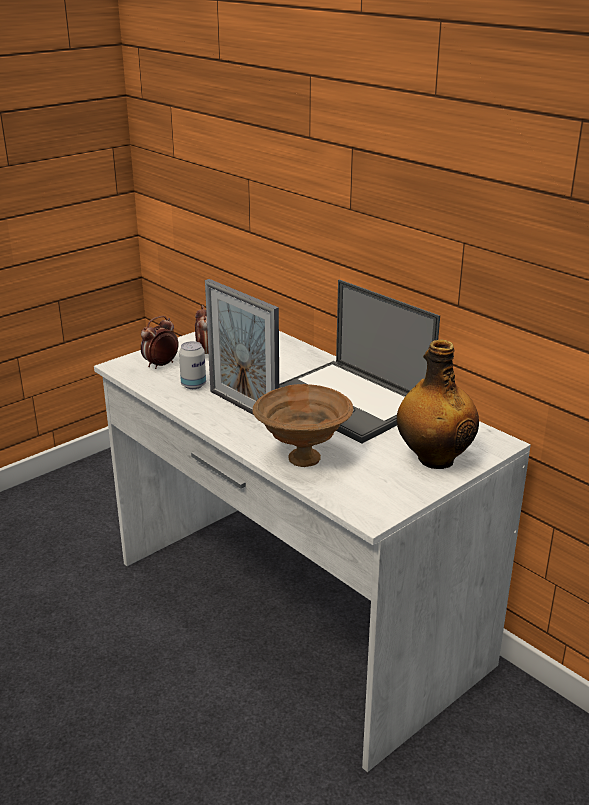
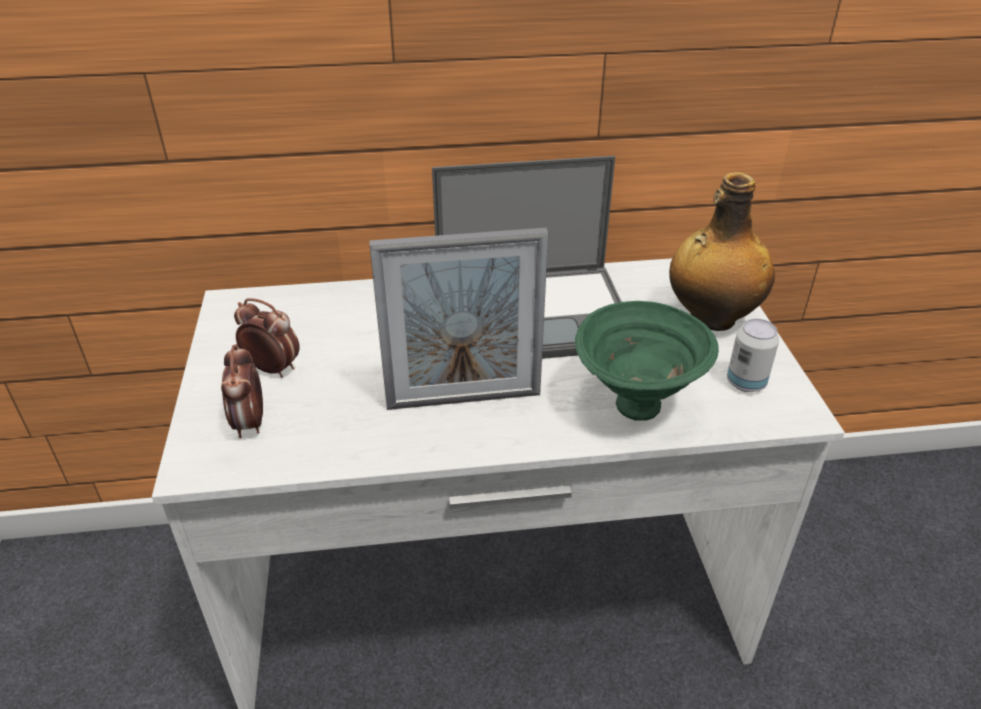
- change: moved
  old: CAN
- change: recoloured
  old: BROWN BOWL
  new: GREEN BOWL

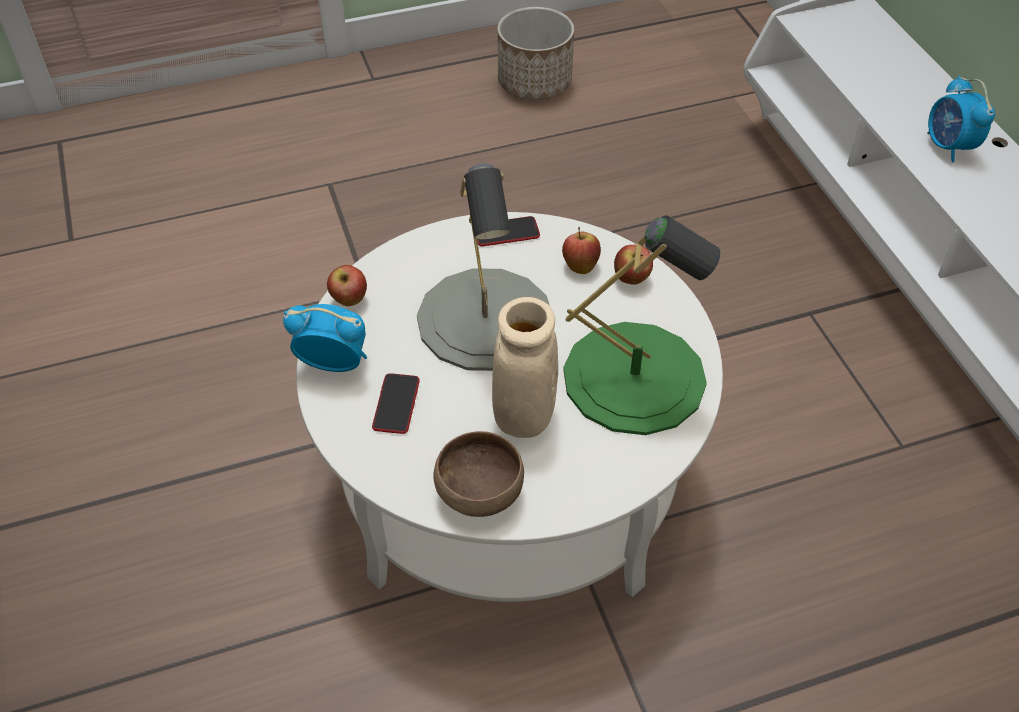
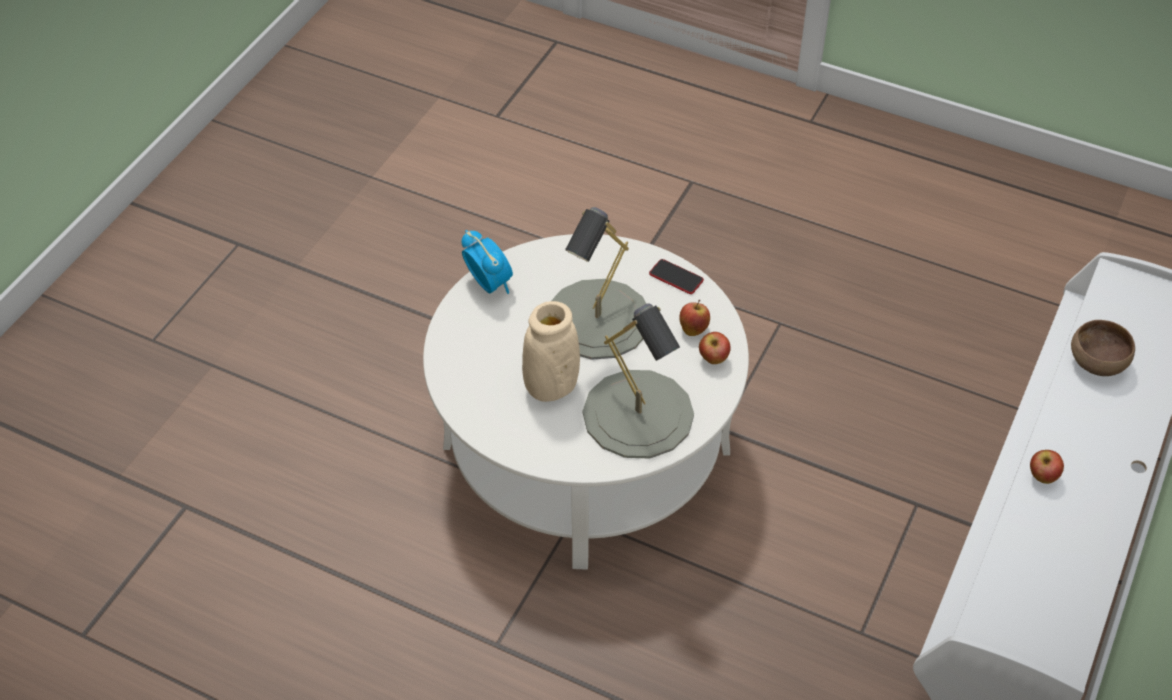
- change: removed
  old: PLANTER
- change: removed
  old: ALARM CLOCK (2nd from left)
- change: recoloured
  old: GREEN TABLE LAMP
  new: GREY TABLE LAMP (2nd from left)
- change: moved
  old: APPLE (1st from left in the first image)
  new: APPLE (3rd from left)
- change: removed
  old: PHONE (1st from left)
- change: moved
  old: BROWN BOWL

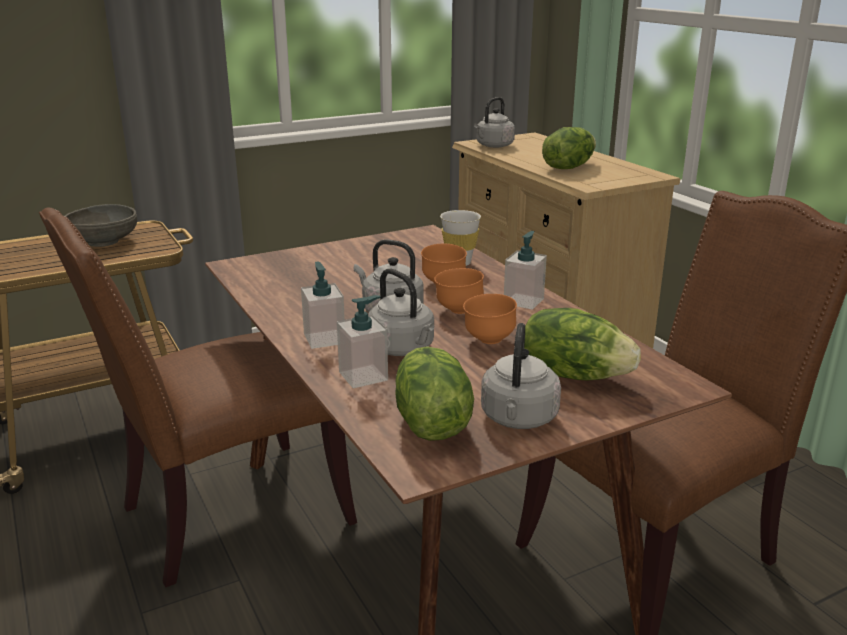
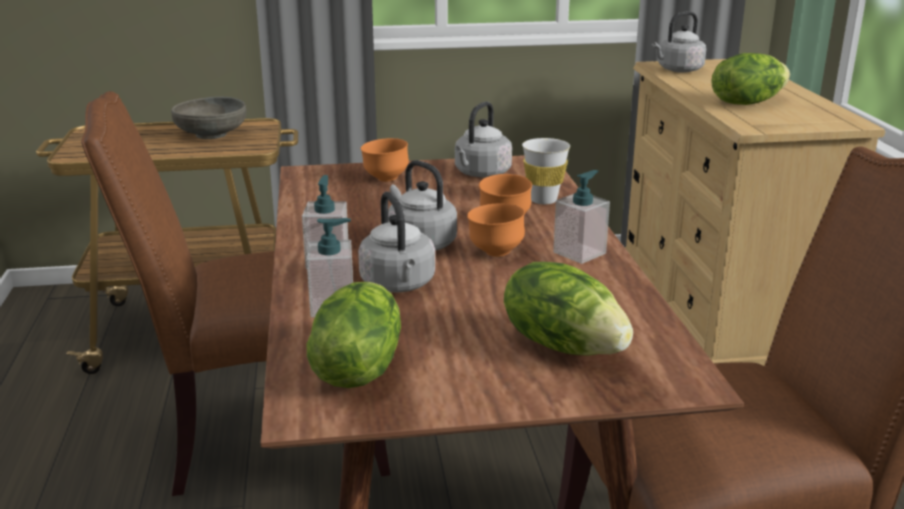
- change: moved
  old: ORANGE BOWL (3rd from left in the first image)
  new: ORANGE BOWL (1st from left)
- change: moved
  old: GREY KETTLE (4th from left in the first image)
  new: GREY KETTLE (3rd from left)

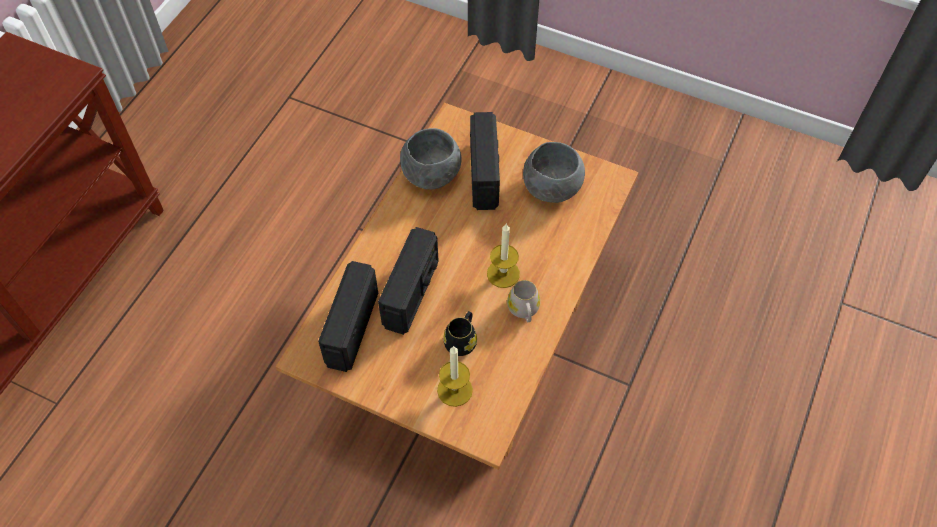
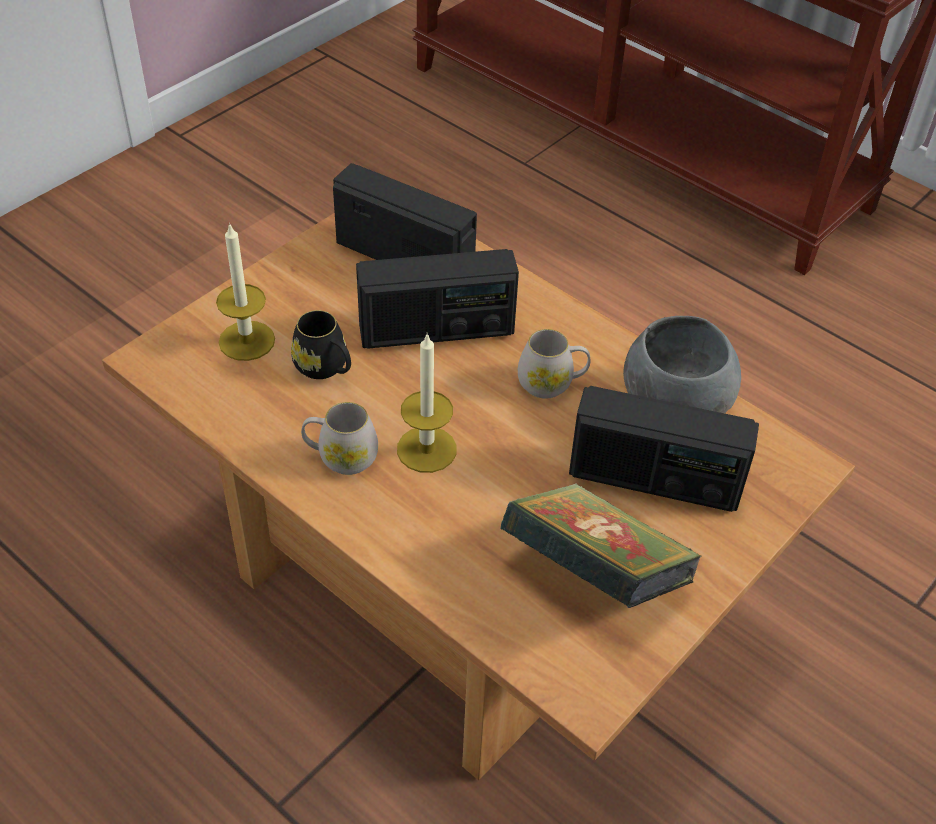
- change: replaced
  old: GREY BOWL (2nd from left)
  new: BOOK
- change: turned
  old: RADIO (2nd from left)
  degrees: -45
- change: added
  new: WHITE MUG (2nd from left)

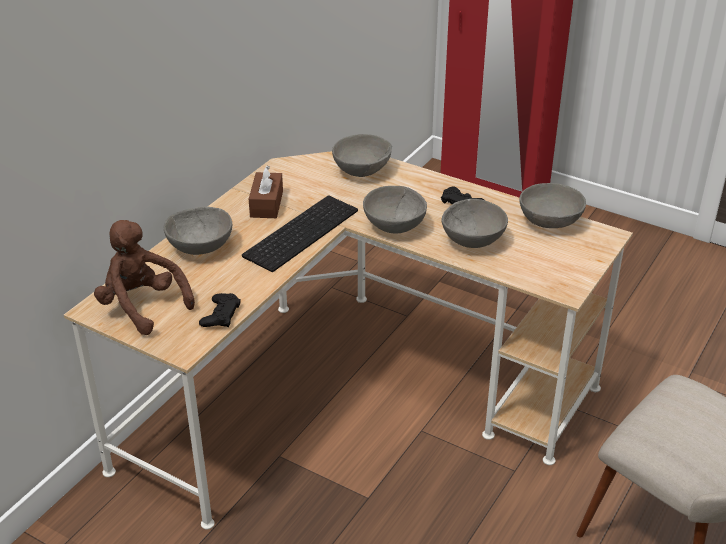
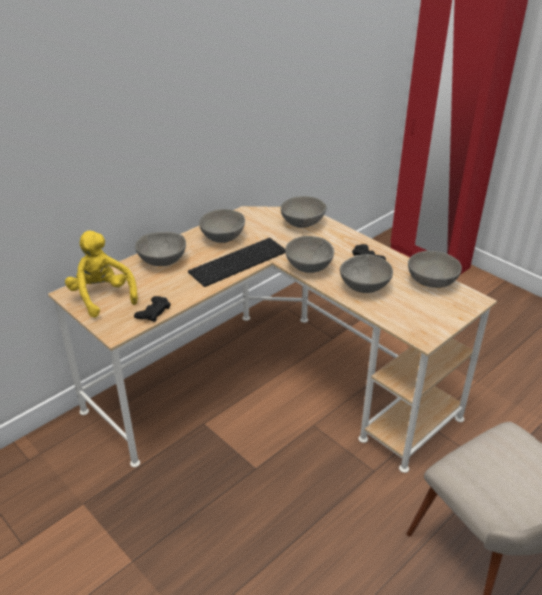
- change: replaced
  old: BROWN TISSUE BOX
  new: GREY BOWL (2nd from left)
- change: recoloured
  old: BROWN PLUSH TOY
  new: YELLOW PLUSH TOY

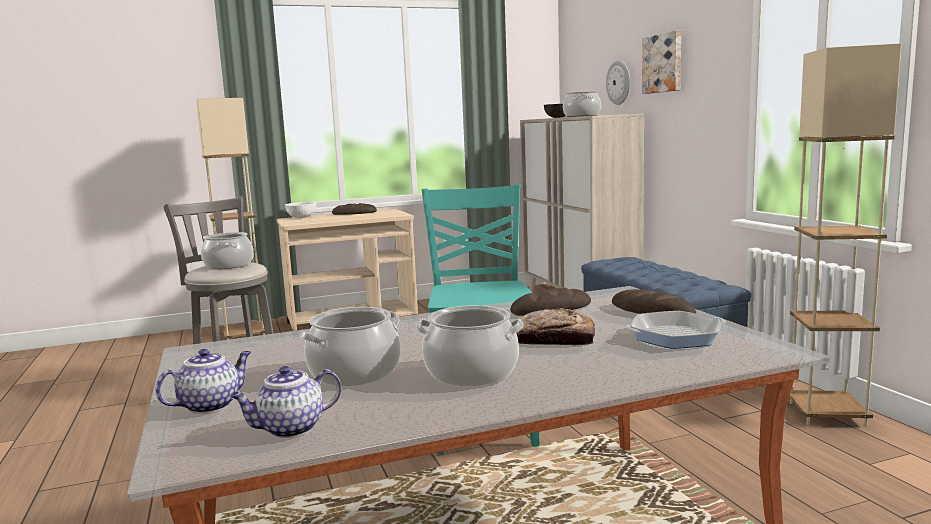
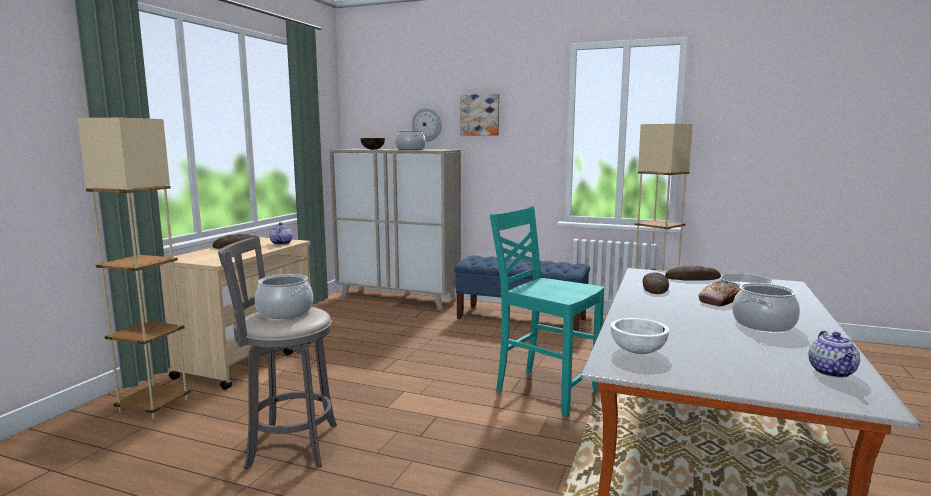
- change: moved
  old: WHITE BOWL
- change: removed
  old: COOKING POT (2nd from left)
- change: moved
  old: TEAPOT (1st from left)

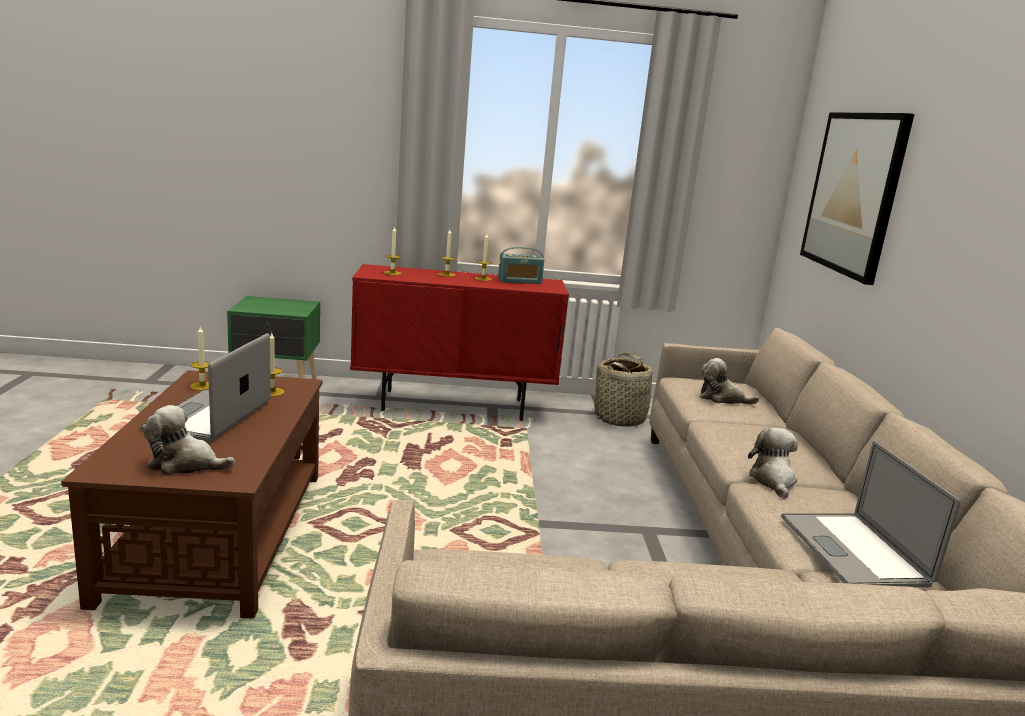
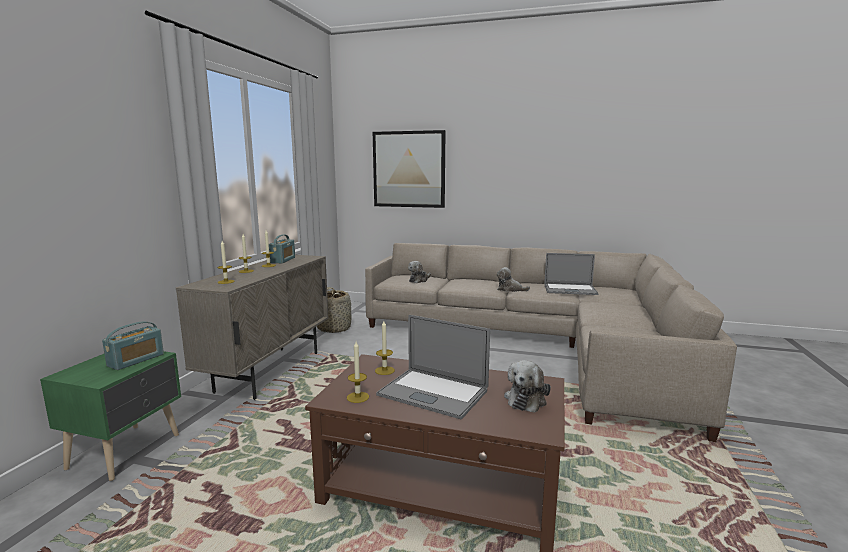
- change: recoloured
  old: RED CABINET
  new: BEIGE CABINET
- change: added
  new: RADIO (1st from left)

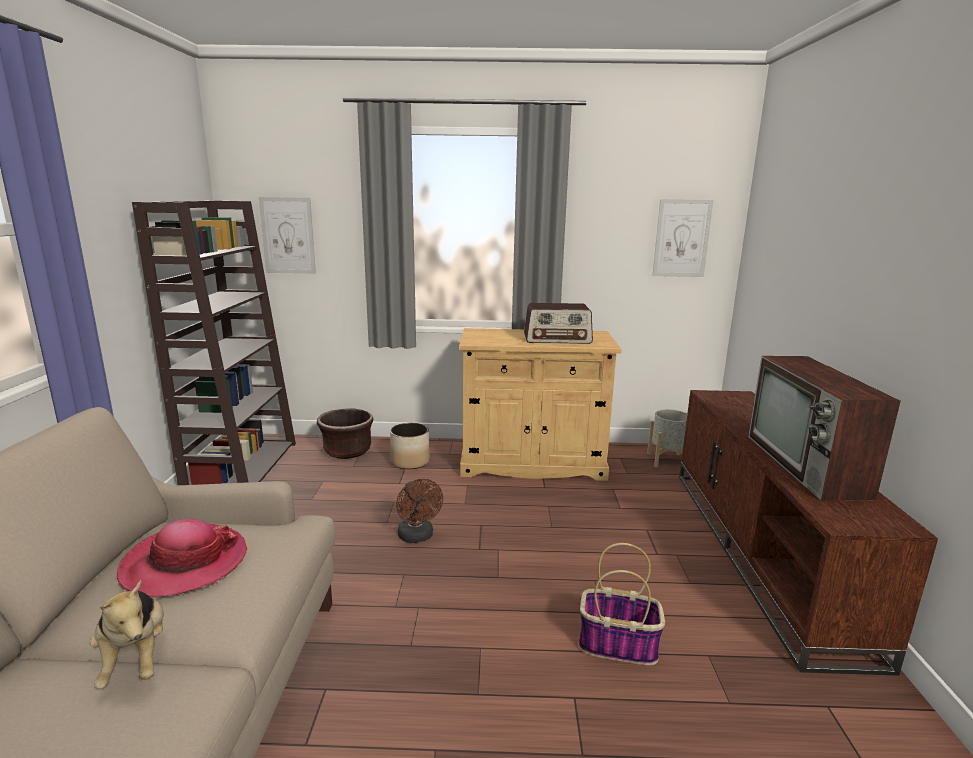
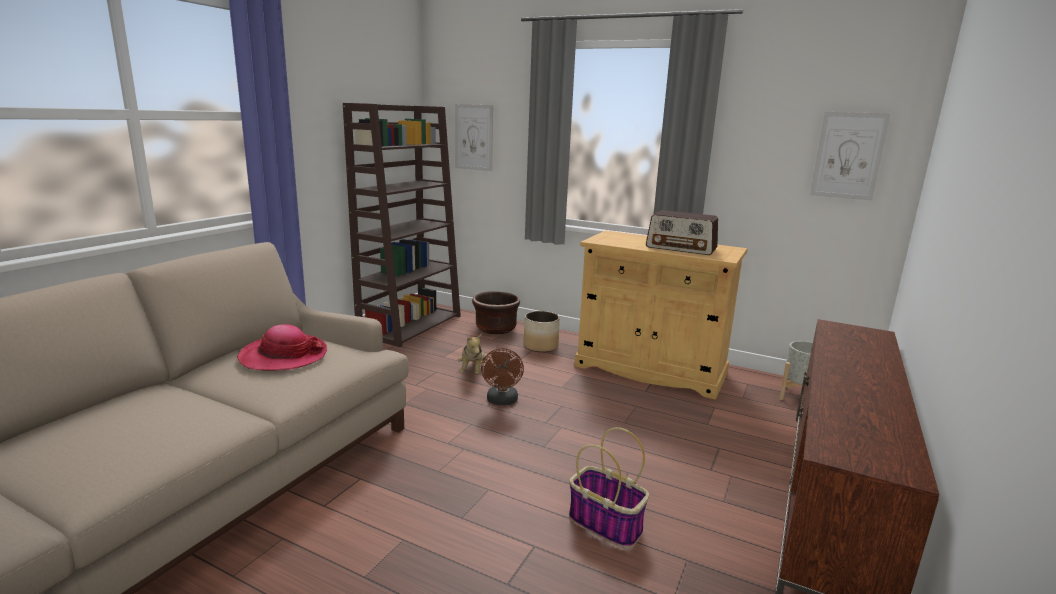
- change: removed
  old: TELEVISION
- change: moved
  old: PLUSH TOY

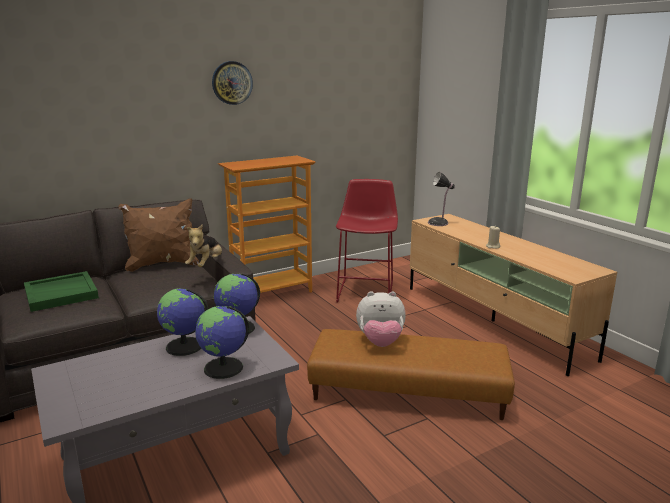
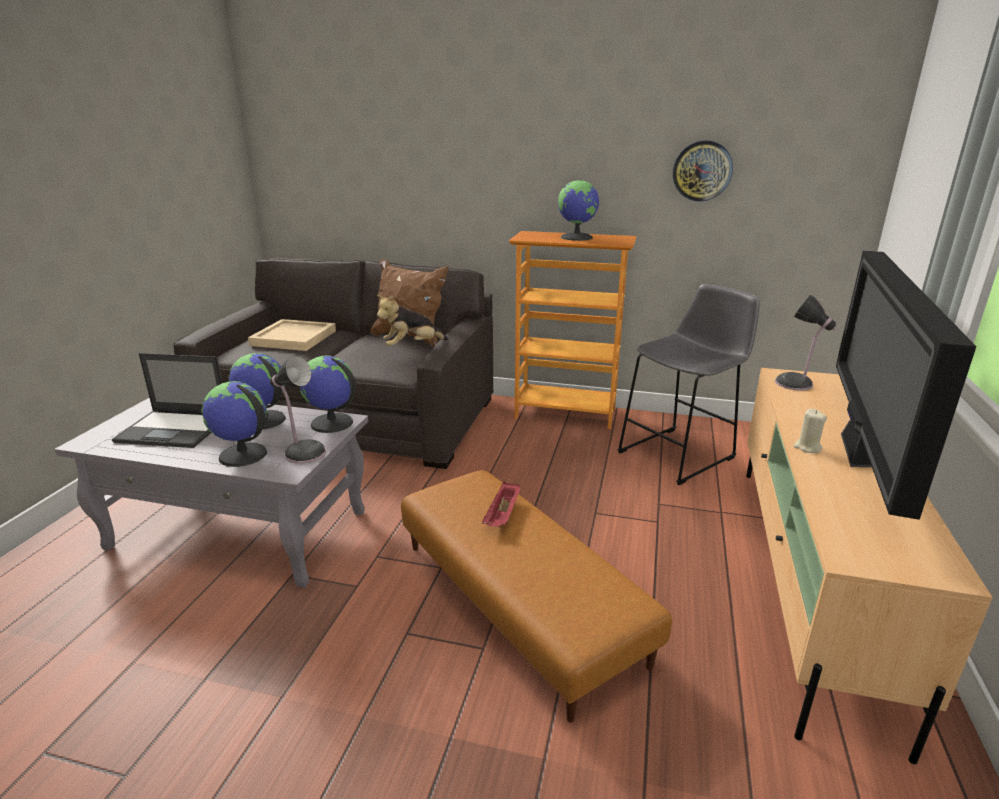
- change: moved
  old: WALL CLOCK
- change: recoloured
  old: RED STOOL
  new: GREY STOOL
- change: recoloured
  old: GREEN TRAY
  new: BEIGE TRAY
- change: replaced
  old: PLUSH TOY (2nd from left)
  new: RED TRAY
- change: added
  new: GLOBE (4th from left)
- change: added
  new: TELEVISION
- change: added
  new: LAPTOP
- change: added
  new: TABLE LAMP (1st from left)

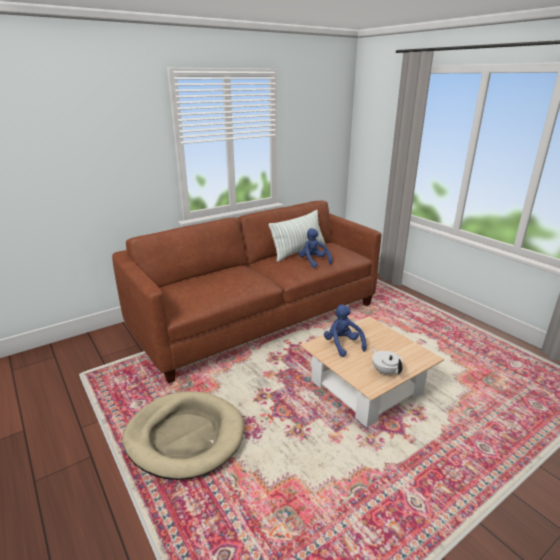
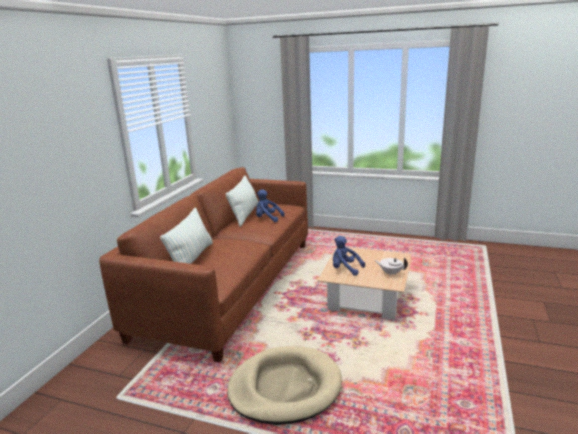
- change: added
  new: PILLOW (1st from left)

